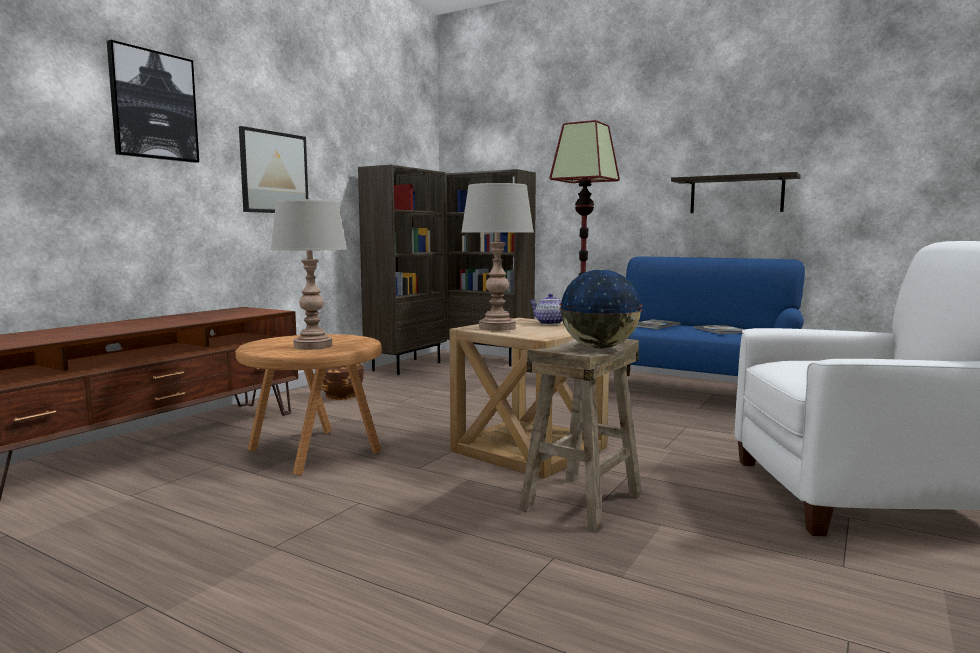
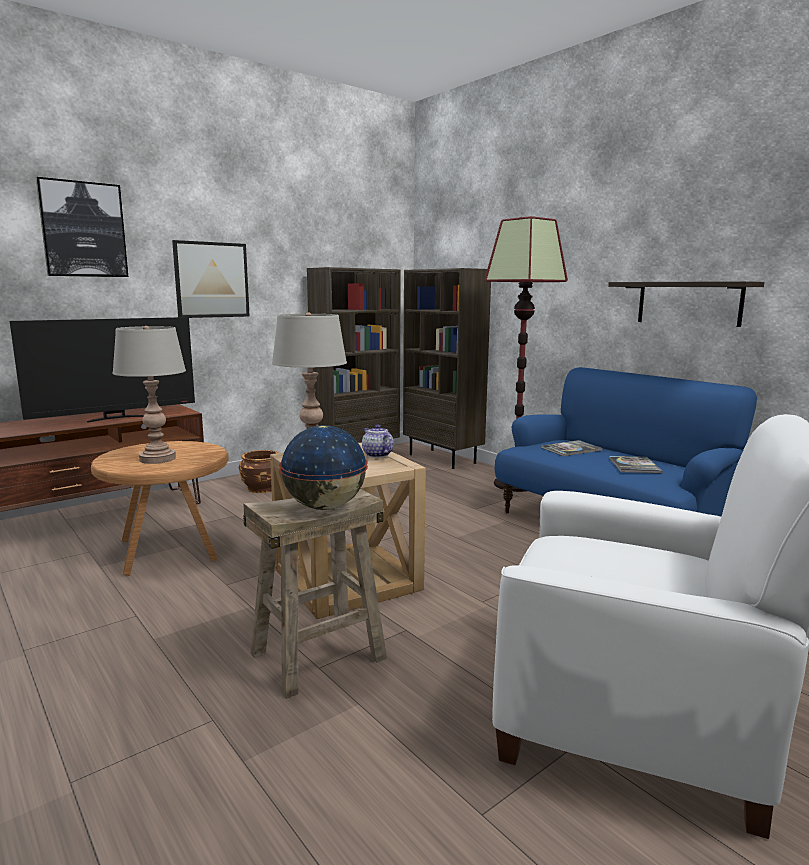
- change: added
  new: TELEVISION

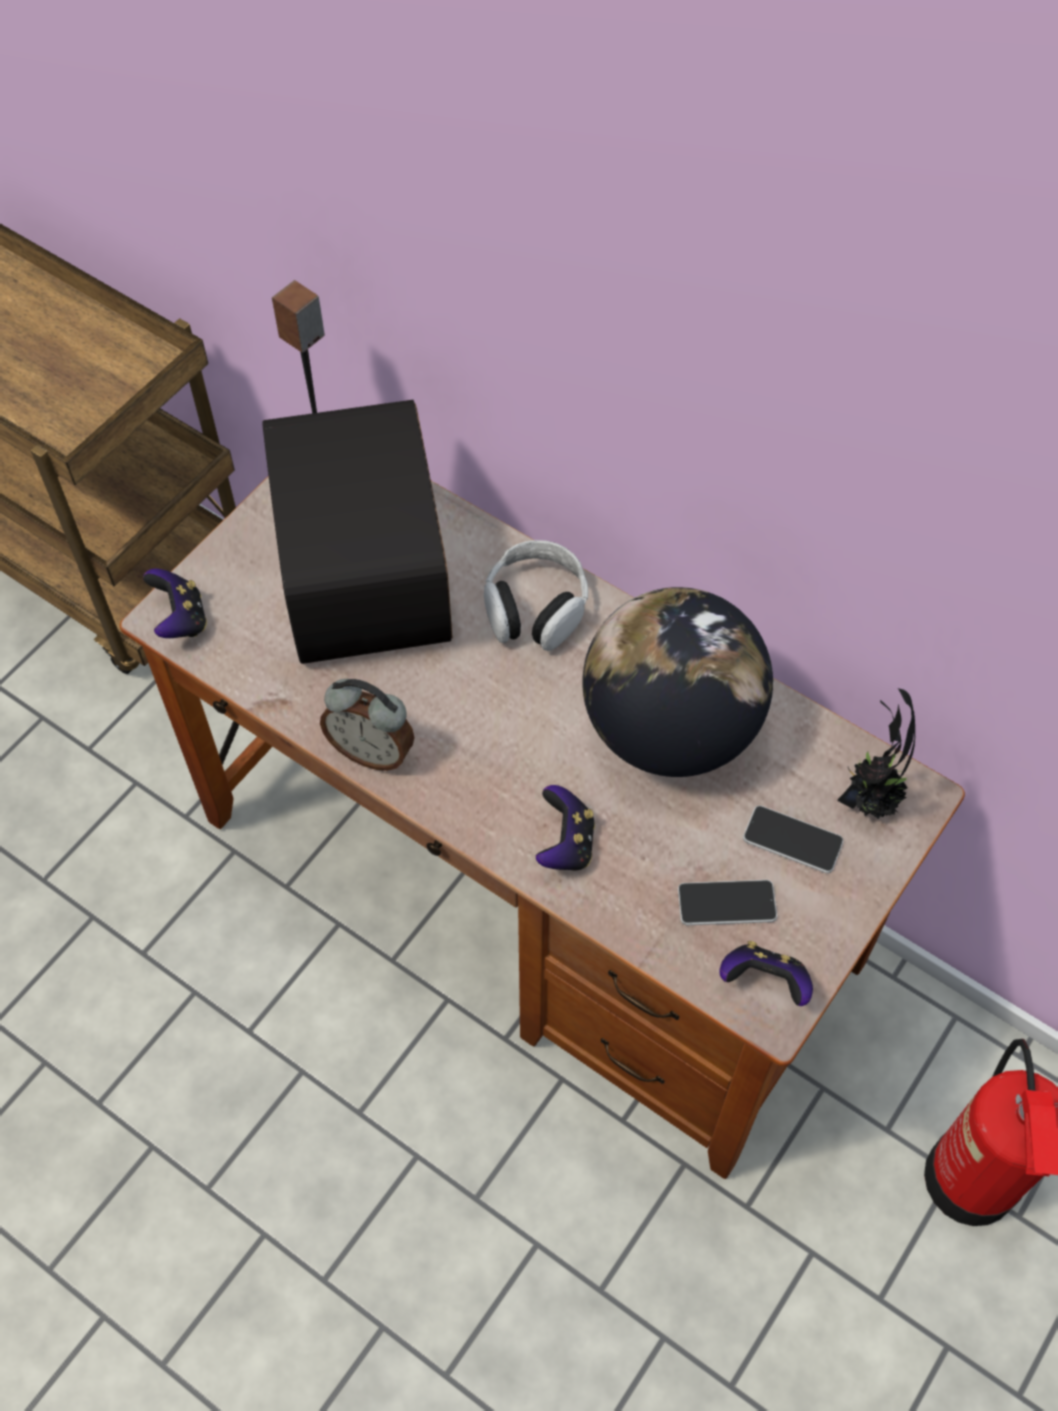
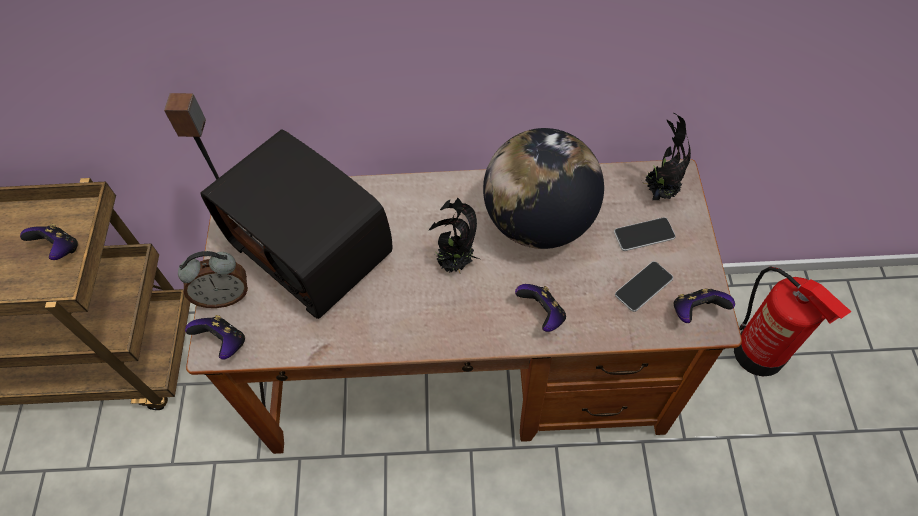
- change: removed
  old: HEADPHONES
- change: moved
  old: ALARM CLOCK
- change: added
  new: POTTED PLANT (1st from left)
- change: added
  new: GAME CONTROLLER (1st from left)

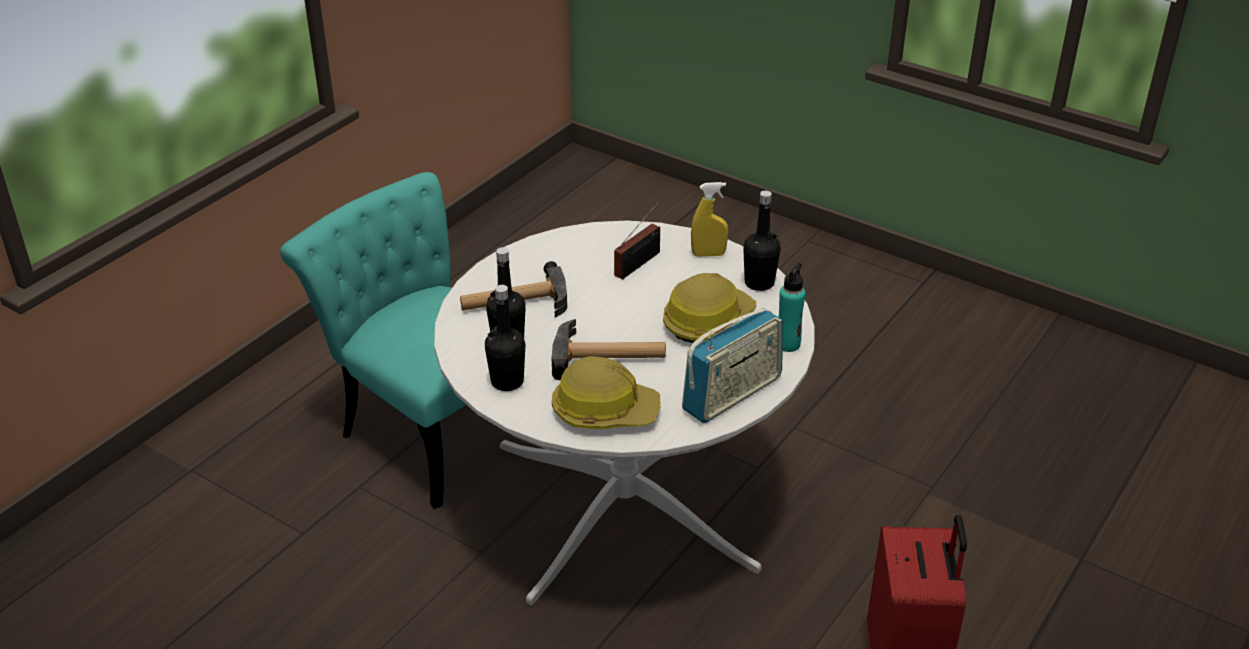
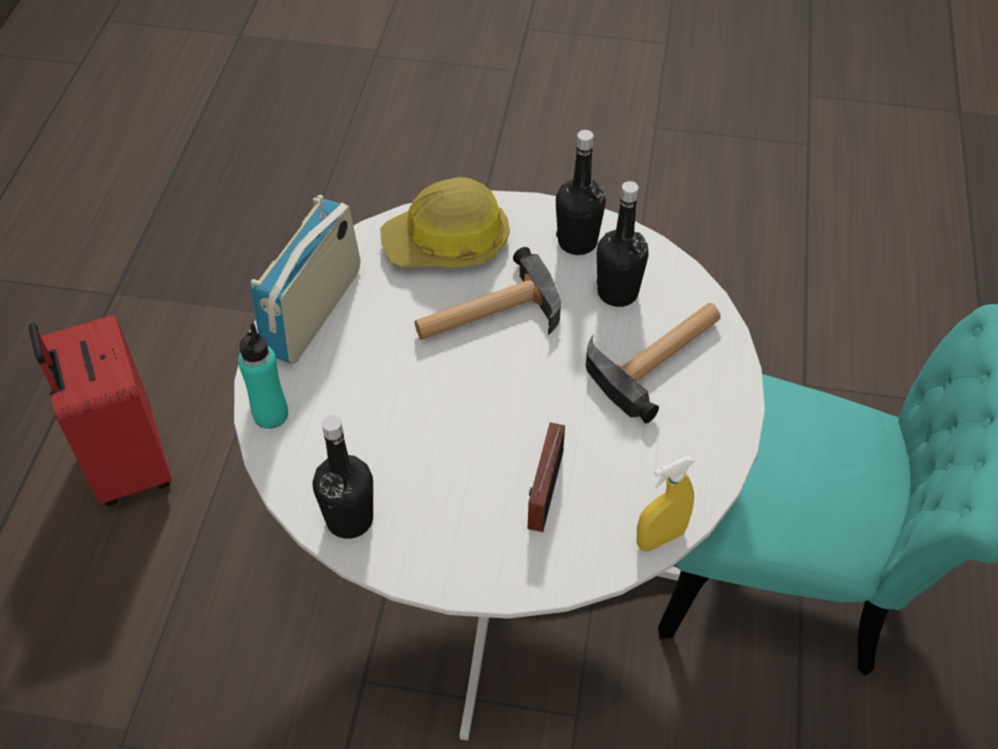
- change: moved
  old: YELLOW SPRAY BOTTLE
- change: removed
  old: HARD HAT (2nd from left)

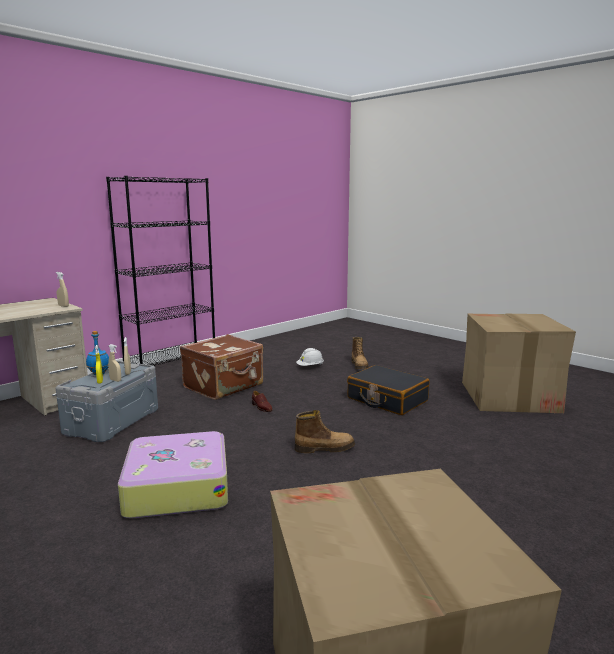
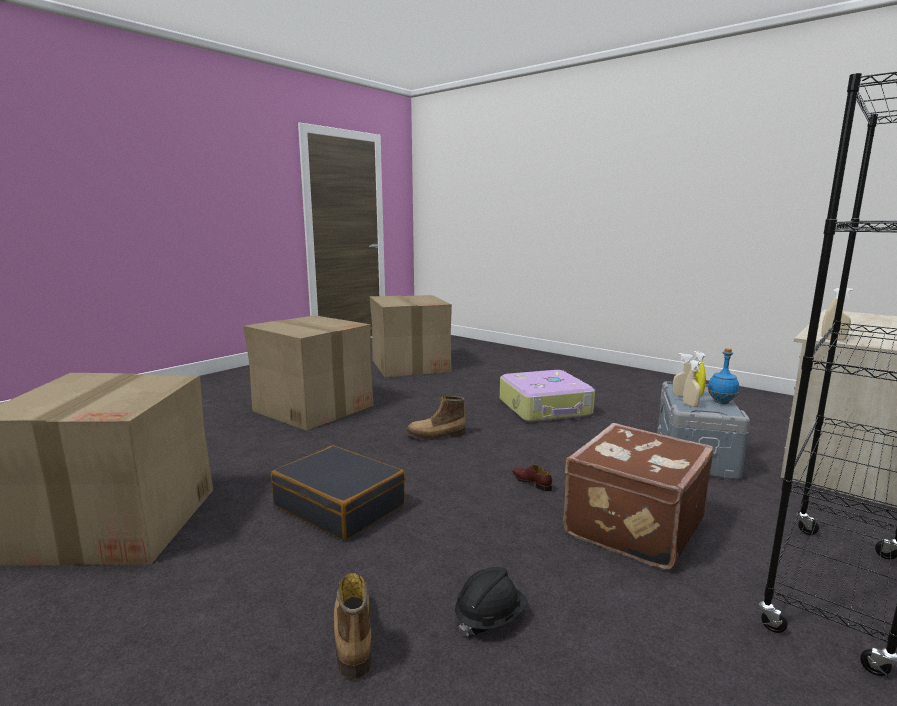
- change: recoloured
  old: WHITE HARD HAT
  new: BLACK HARD HAT
- change: added
  new: CARDBOARD BOX (2nd from left)

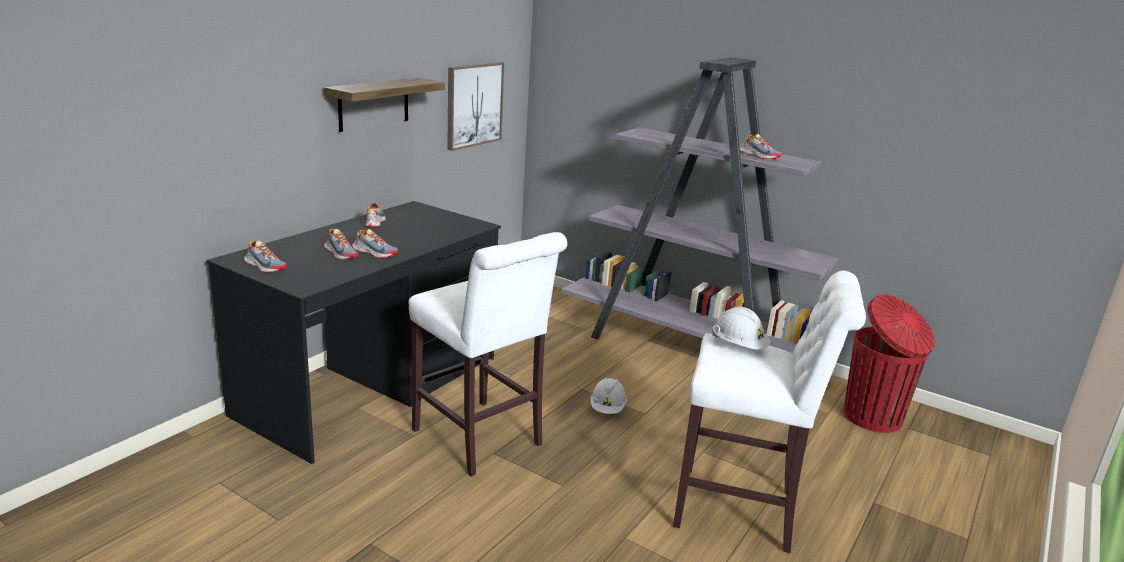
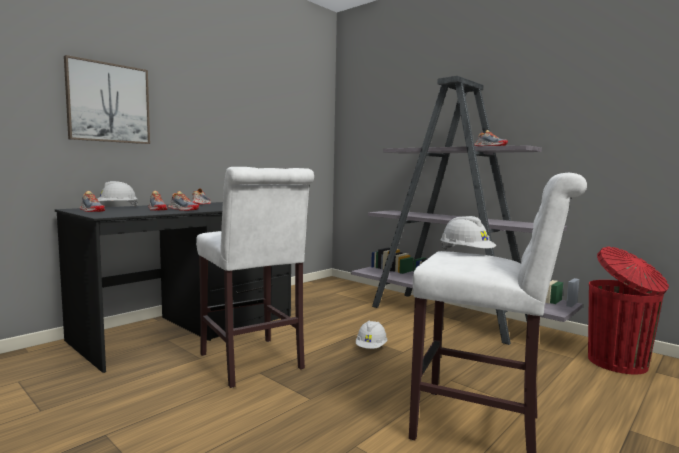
- change: moved
  old: PICTURE
- change: removed
  old: SHELF
- change: added
  new: WHITE HARD HAT (1st from left)

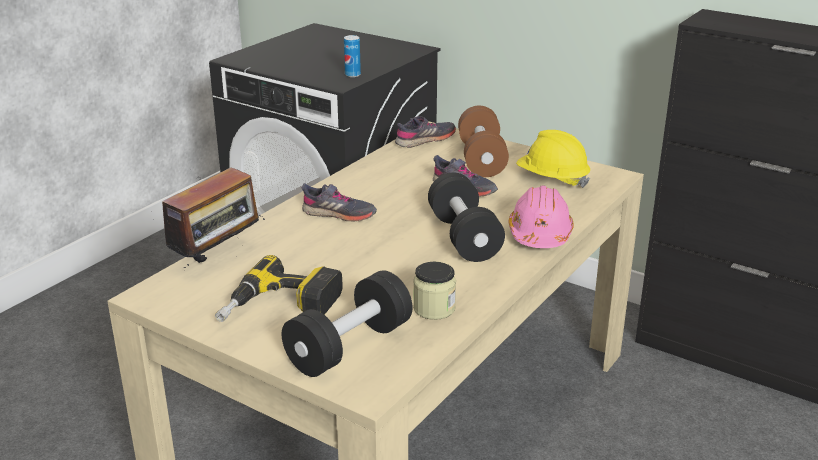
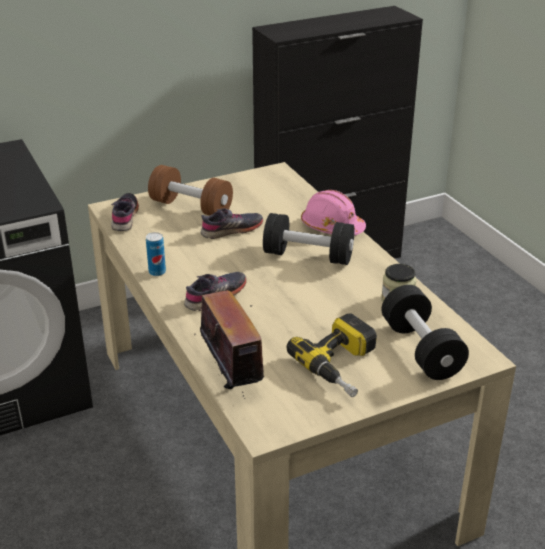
- change: moved
  old: CAN
- change: removed
  old: YELLOW HARD HAT

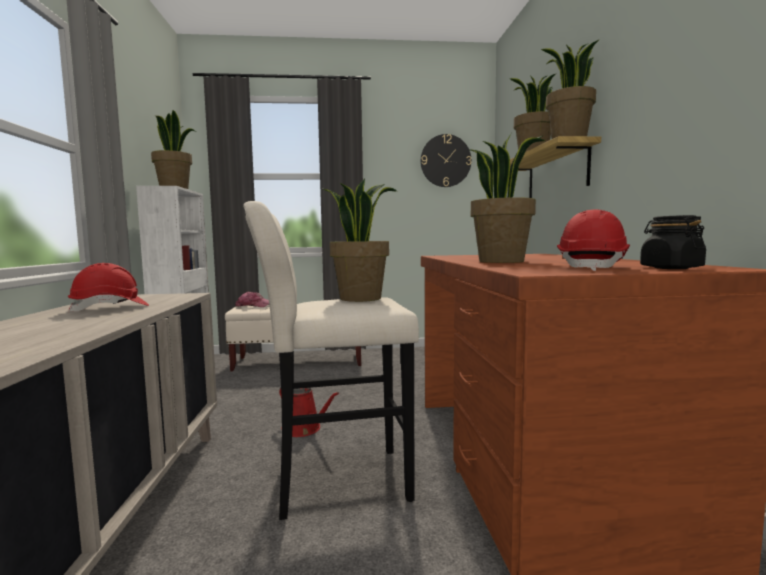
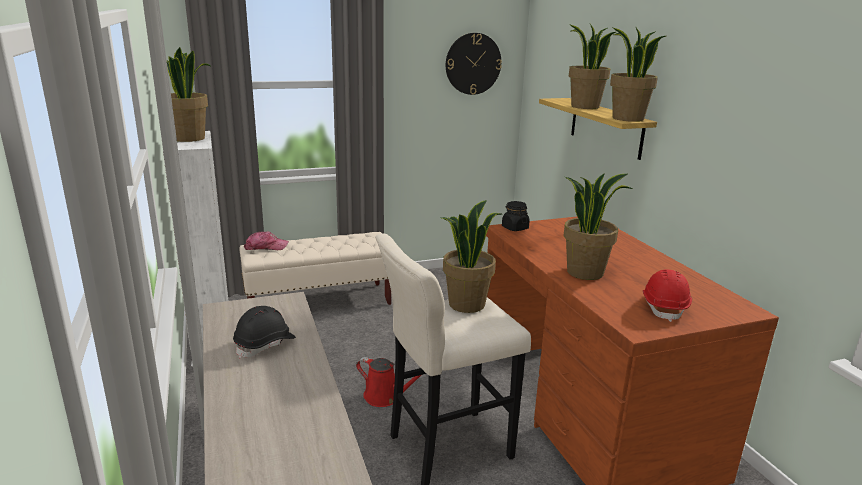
- change: moved
  old: BLACK JAR
- change: recoloured
  old: RED HARD HAT (1st from left)
  new: BLACK HARD HAT

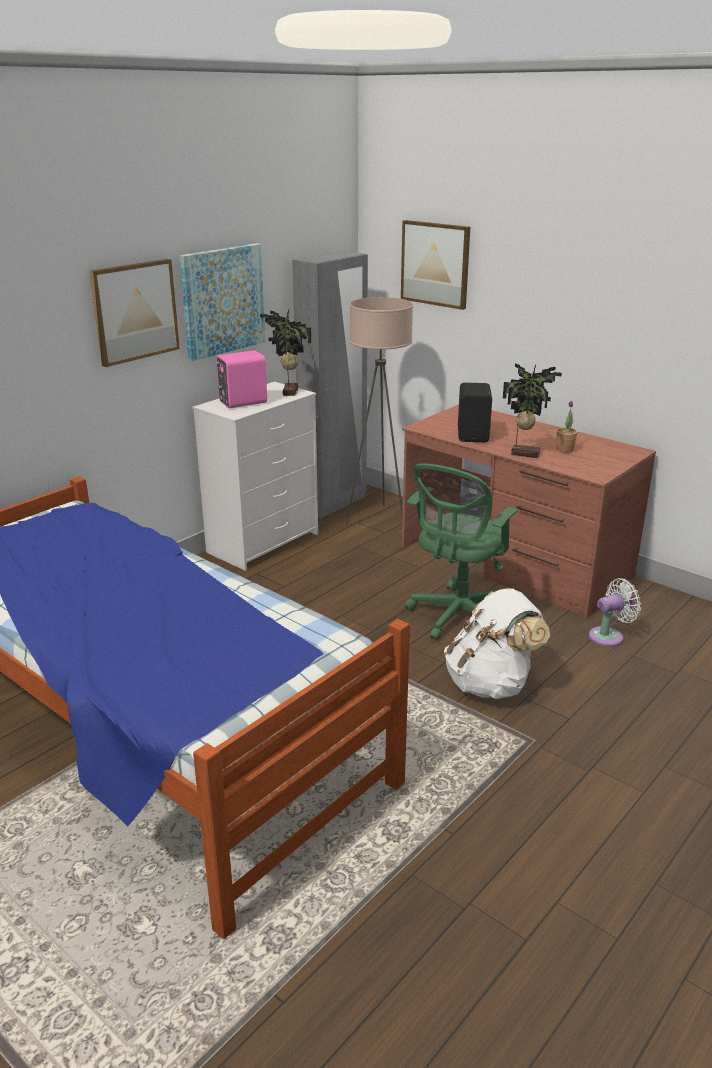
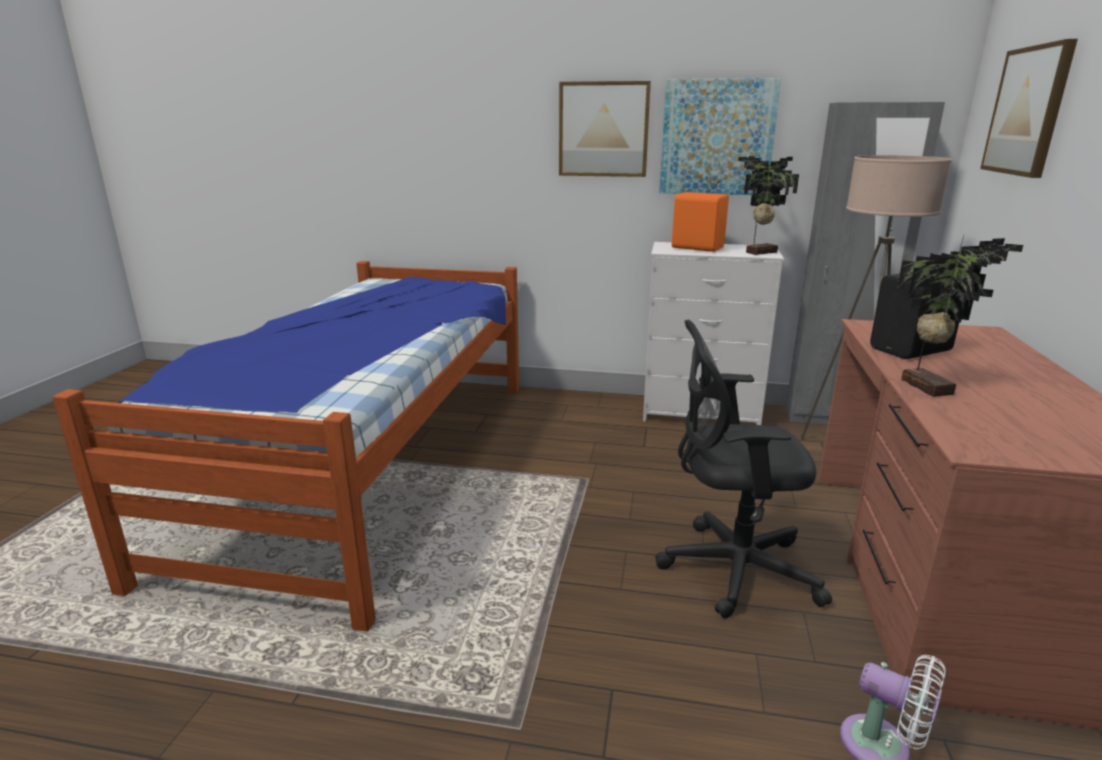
- change: recoloured
  old: PINK SPEAKER
  new: ORANGE SPEAKER
- change: removed
  old: POTTED PLANT (3rd from left)
- change: recoloured
  old: GREEN OFFICE CHAIR
  new: BLACK OFFICE CHAIR
- change: removed
  old: WHITE BACKPACK

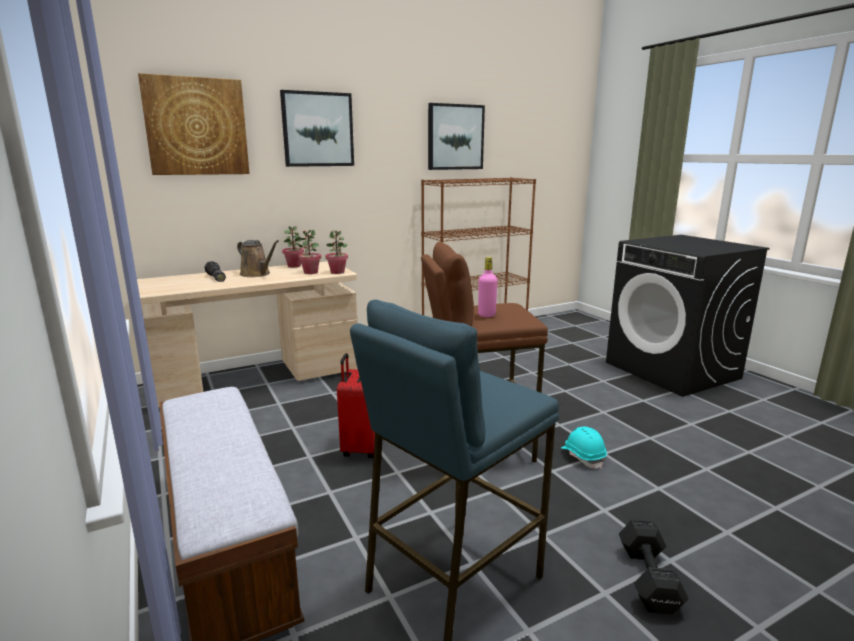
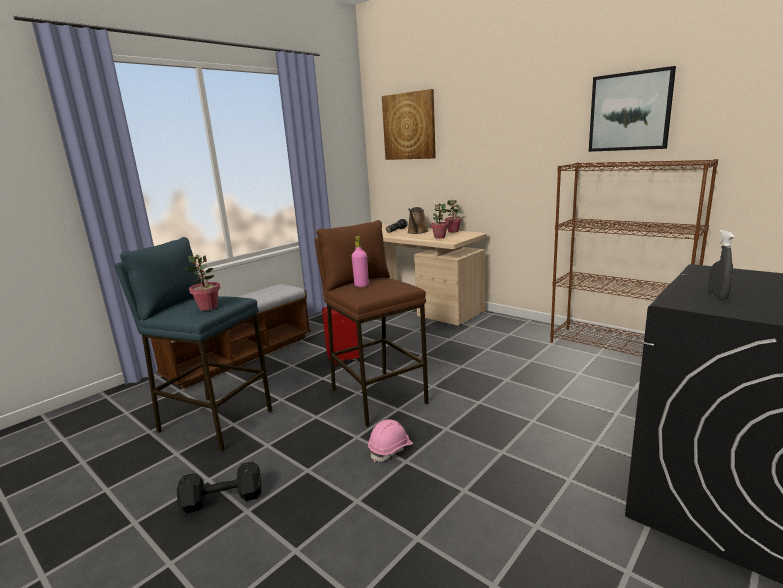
- change: removed
  old: PICTURE (2nd from left)
- change: moved
  old: POTTED PLANT (3rd from left in the first image)
  new: POTTED PLANT (1st from left)
- change: recoloured
  old: TURQUOISE HARD HAT
  new: PINK HARD HAT
- change: added
  new: GREY SPRAY BOTTLE

